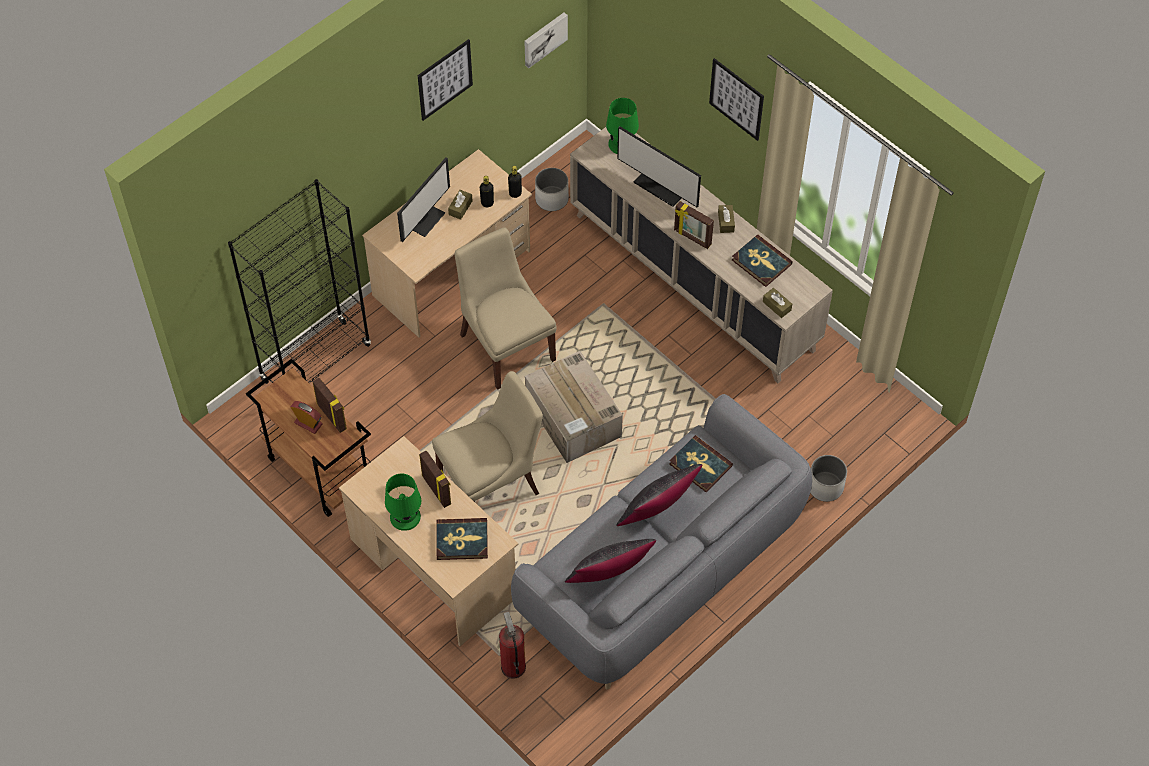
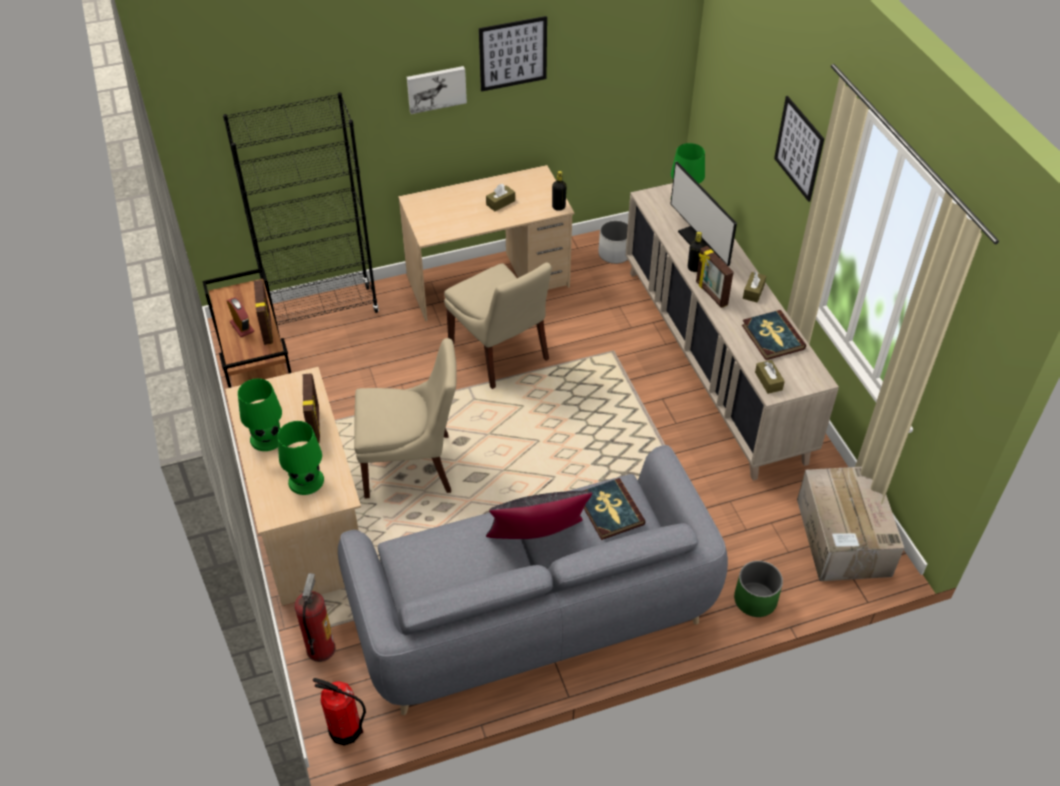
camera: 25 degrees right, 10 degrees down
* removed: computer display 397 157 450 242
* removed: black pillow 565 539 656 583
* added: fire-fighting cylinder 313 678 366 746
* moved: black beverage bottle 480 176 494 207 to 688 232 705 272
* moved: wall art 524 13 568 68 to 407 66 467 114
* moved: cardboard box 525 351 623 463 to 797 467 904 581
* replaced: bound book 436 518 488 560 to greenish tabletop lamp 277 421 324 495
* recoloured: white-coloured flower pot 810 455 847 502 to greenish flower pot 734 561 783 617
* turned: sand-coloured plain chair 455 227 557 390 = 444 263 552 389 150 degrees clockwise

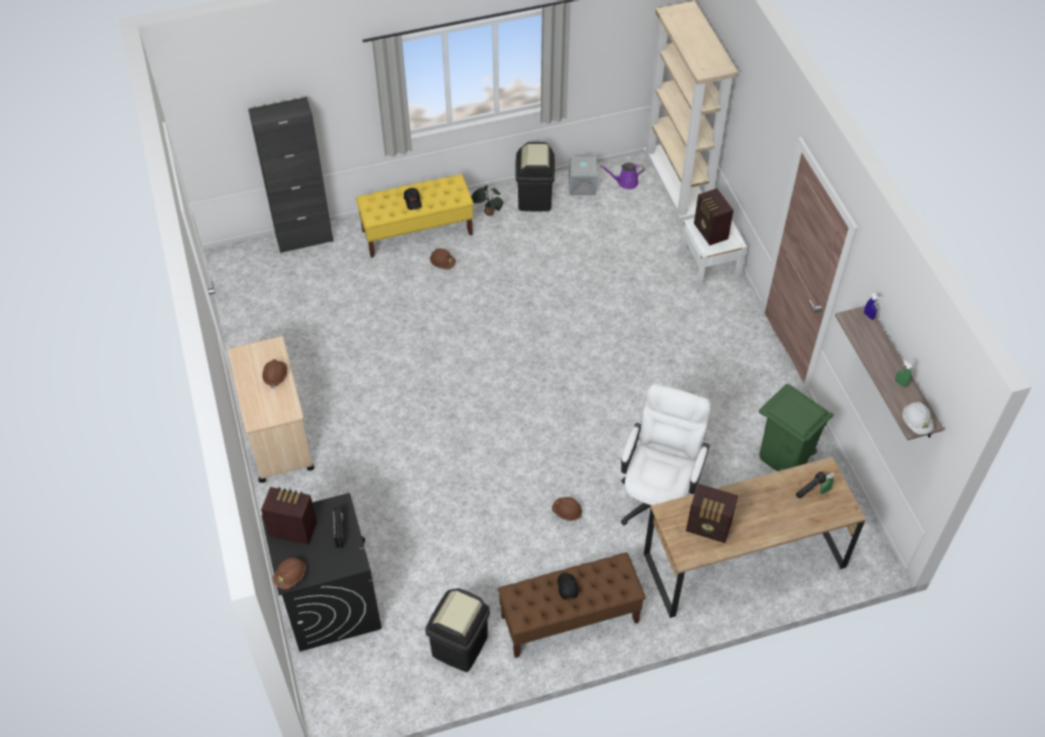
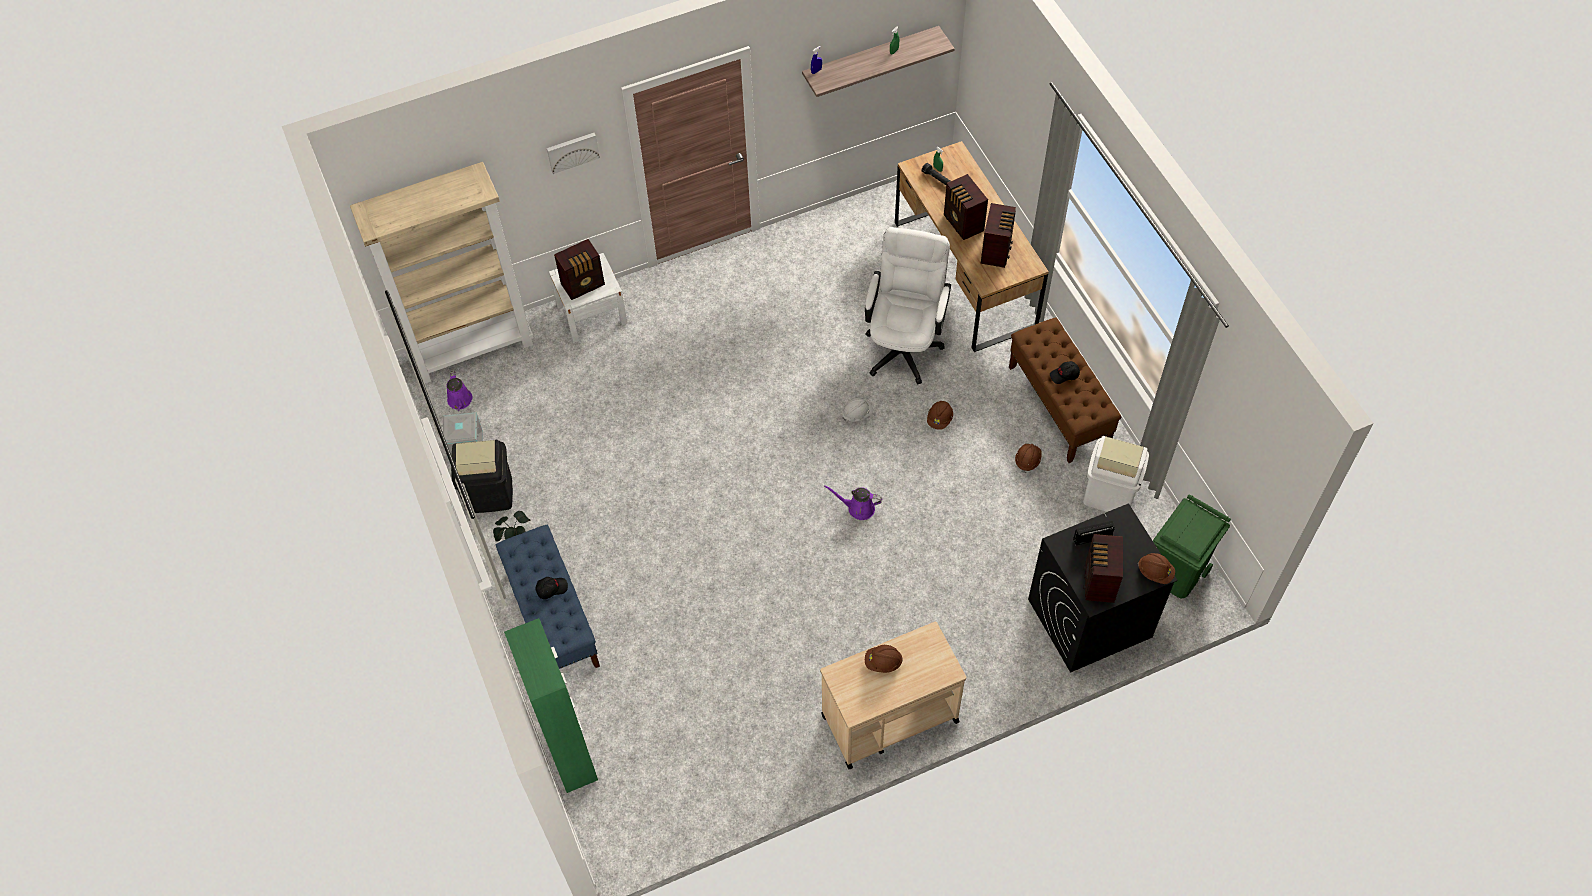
camera: 95 degrees left, 5 degrees up
* added: wall art 547 133 600 174
* added: purple-coloured sprinkling can 824 485 882 520
* added: radio receiver 944 174 988 240
* moved: brownish work helmet 430 249 456 270 to 1015 444 1042 473
* moved: greenish waste bin 759 384 834 471 to 1153 494 1231 598
* moved: white-coloured work helmet 902 402 934 434 to 842 398 873 422
* recoloured: black cupboard 248 97 334 253 to greenish cupboard 504 618 598 793
* recoloured: yellowish indoor bench 356 174 473 258 to bluish indoor bench 496 525 600 669
* recoloured: black waste bin 425 588 490 672 to white-coloured waste bin 1083 436 1149 512
* turned: white-coloured computer chair 621 384 712 526 = 865 227 951 385 90 degrees clockwise

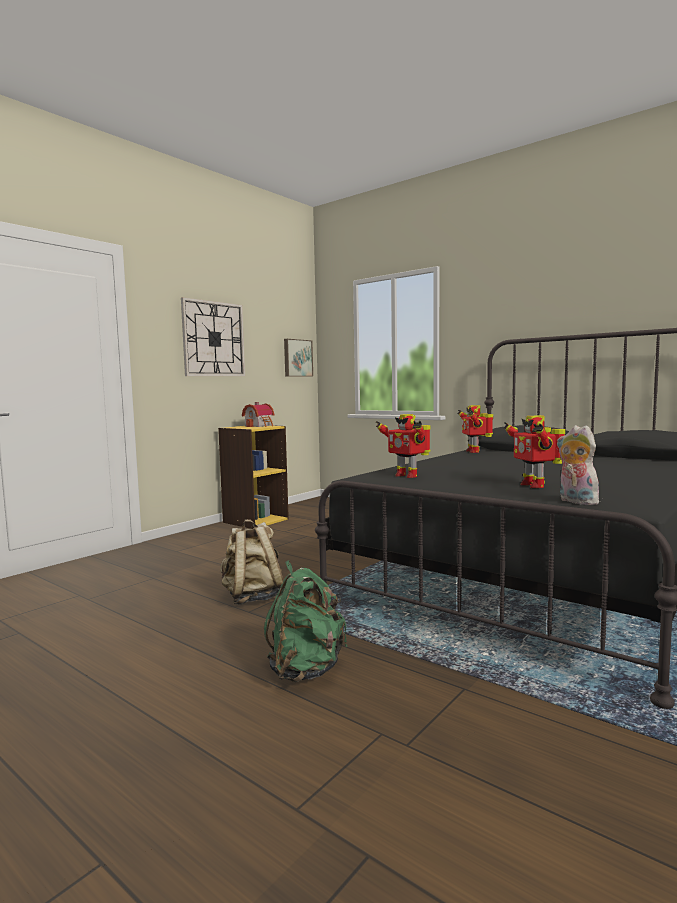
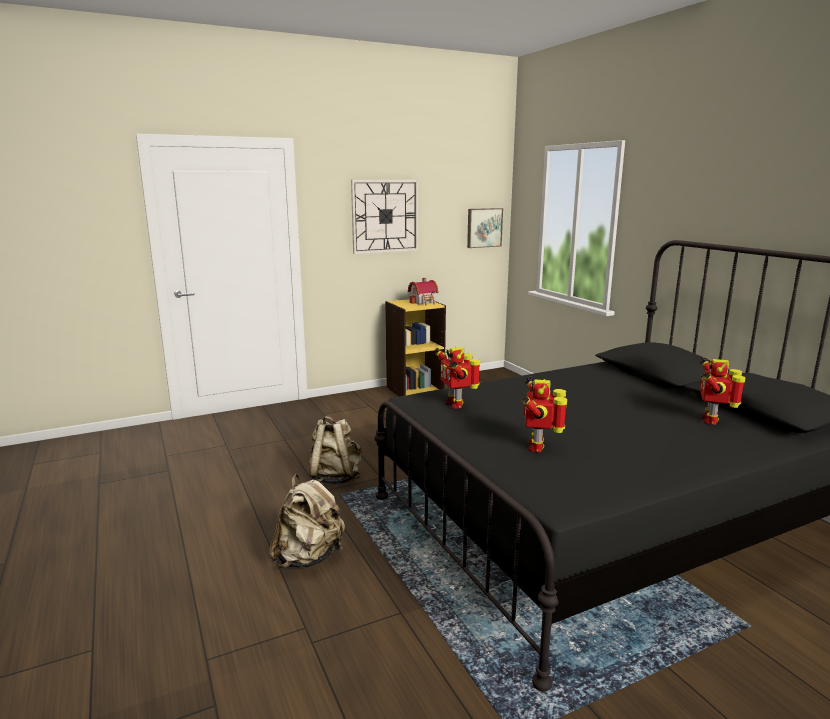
camera: 25 degrees right, 10 degrees up
* removed: soft toy 557 425 602 505
* moved: robot figure 458 405 493 453 to 700 358 745 425
* recoloured: greenish knapsack 264 560 348 682 to sand-coloured knapsack 269 474 345 568

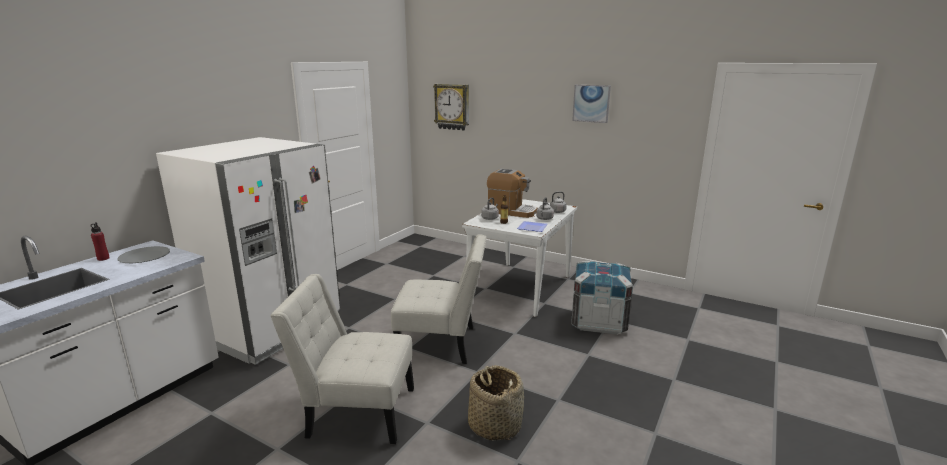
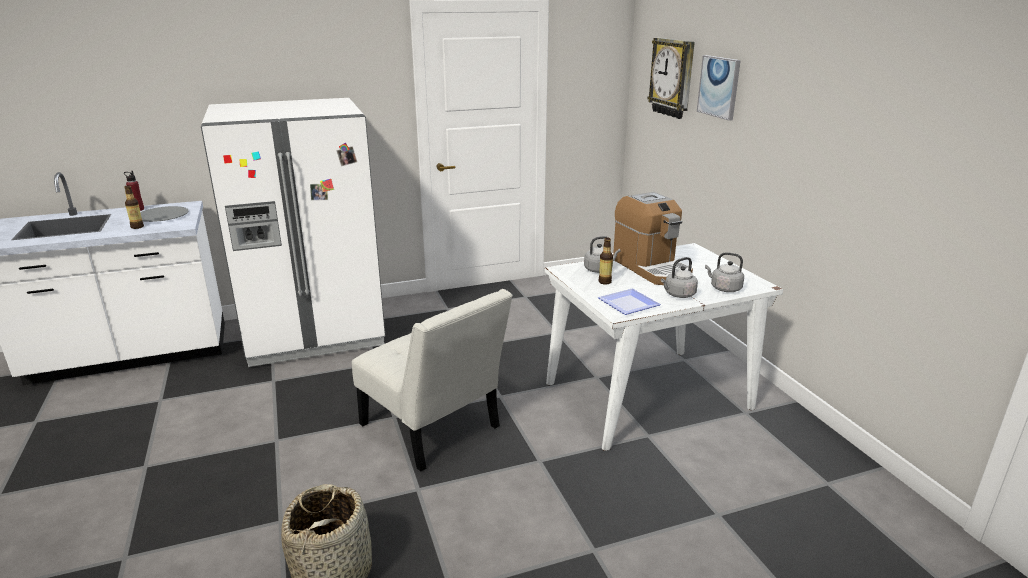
camera: 40 degrees right, 5 degrees up
* removed: white-coloured plain chair 270 274 414 444
* removed: shipping crate 571 261 633 335
* added: beverage bottle 125 185 144 229
* moved: wall art 572 85 611 123 to 697 55 741 121

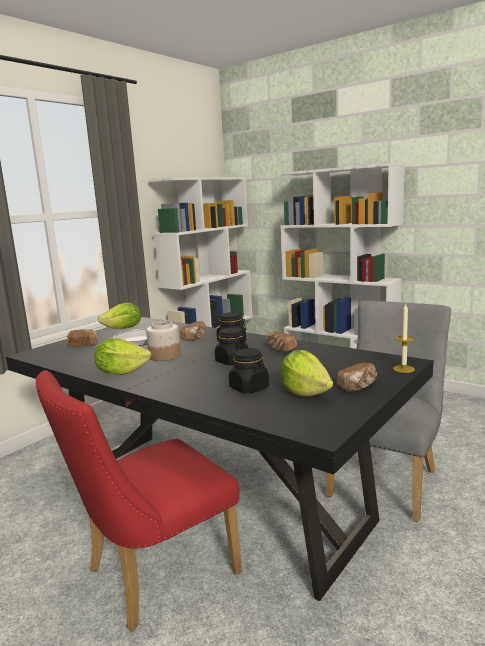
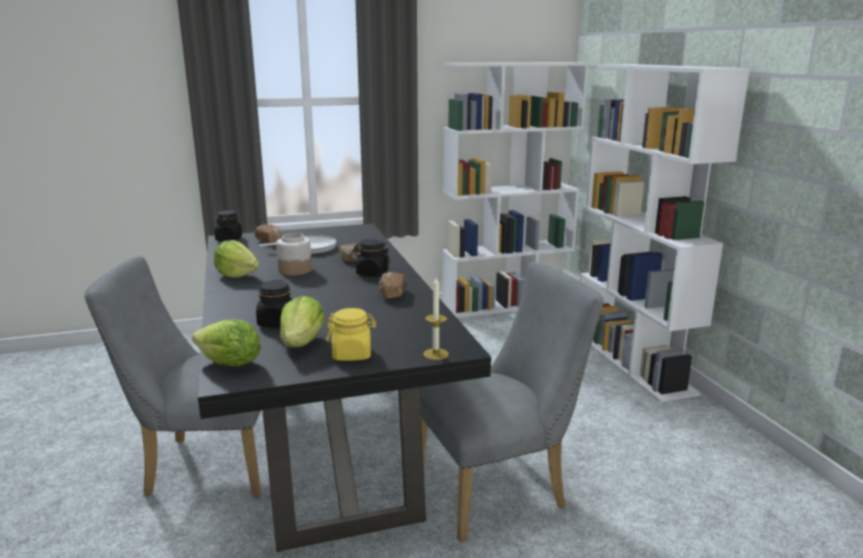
camera: 35 degrees right, 5 degrees up
* moved: lettuce 98 303 141 329 to 192 320 261 367
* moved: black jar 215 327 248 365 to 214 210 242 241
* replaced: bakery bread 337 363 377 392 to yellowish jar 326 308 376 361
* recoloured: red plain chair 36 370 242 631 to gray plain chair 84 256 261 498

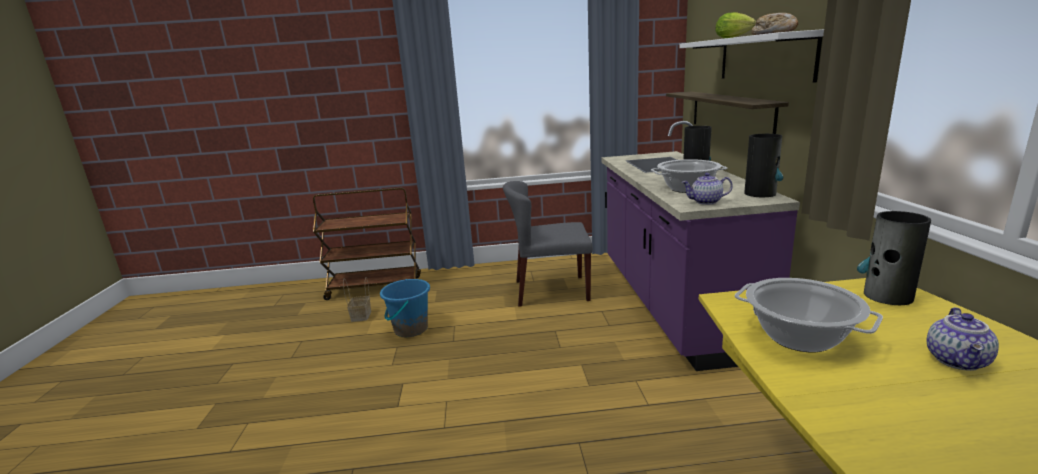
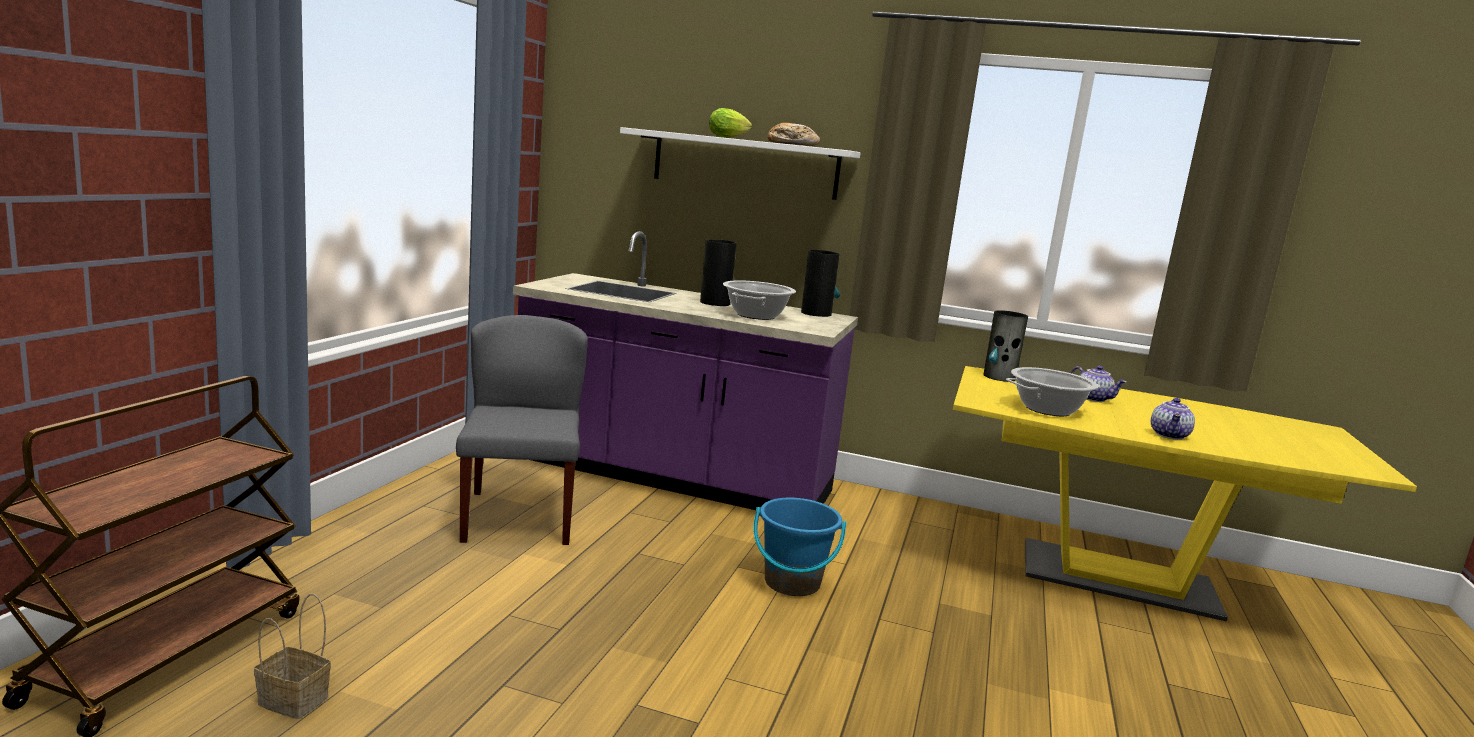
camera: 70 degrees left, 5 degrees down
* removed: wall shelf 666 92 789 134
* moved: bluish pail 380 279 430 337 to 753 498 847 596
* moved: pot for tea 682 173 733 205 to 1151 398 1195 440
* turned: gray plain chair 503 181 593 307 = 456 315 588 545 150 degrees clockwise

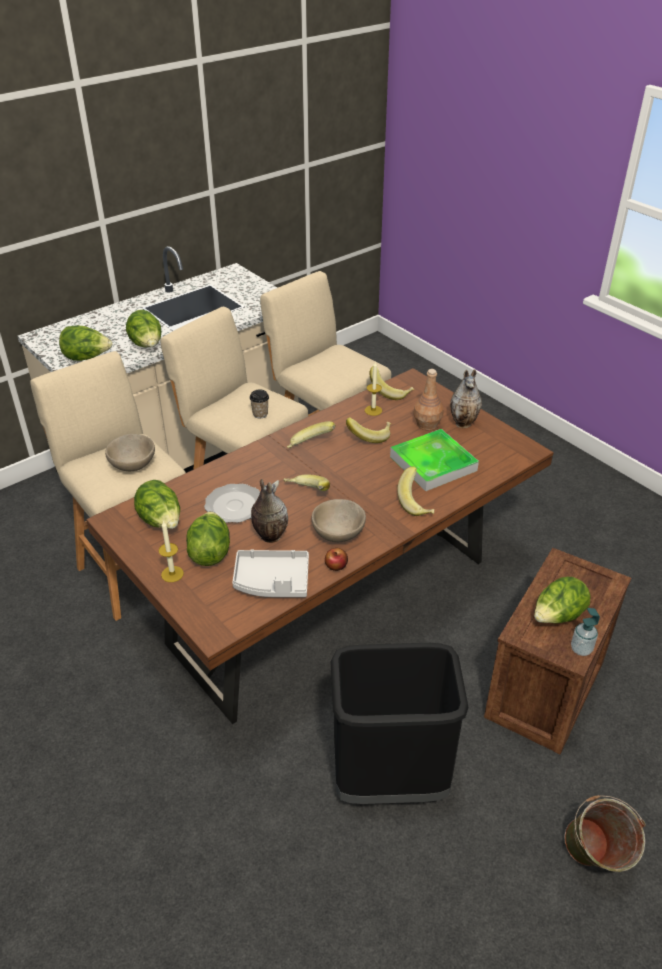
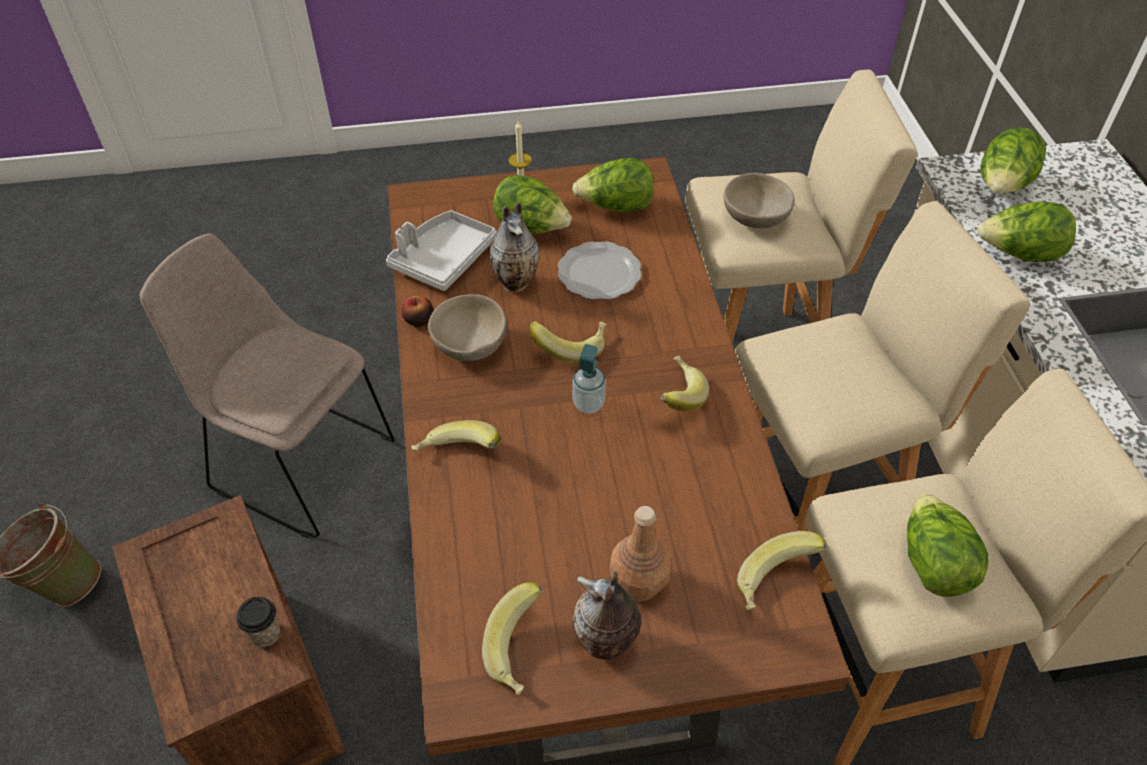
camera: 120 degrees right, 10 degrees up
* removed: wax candle 365 362 382 416
* removed: serving tray 390 429 479 491
* moved: cup 250 389 269 418 to 236 597 280 647
* moved: banana fruit 346 417 392 443 to 482 582 542 695
* moved: lettuce 534 577 590 623 to 907 494 988 597
* moved: soap dispenser 571 608 600 656 to 573 344 606 414
* replaced: black waste bin 331 643 468 804 to sand-coloured plain chair 140 233 395 538

